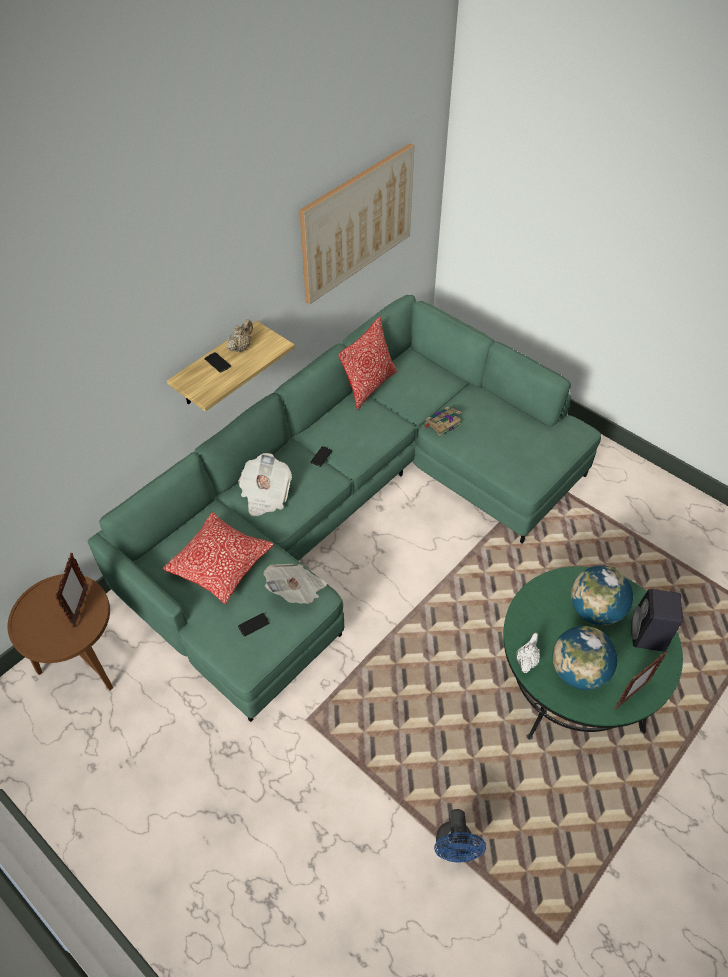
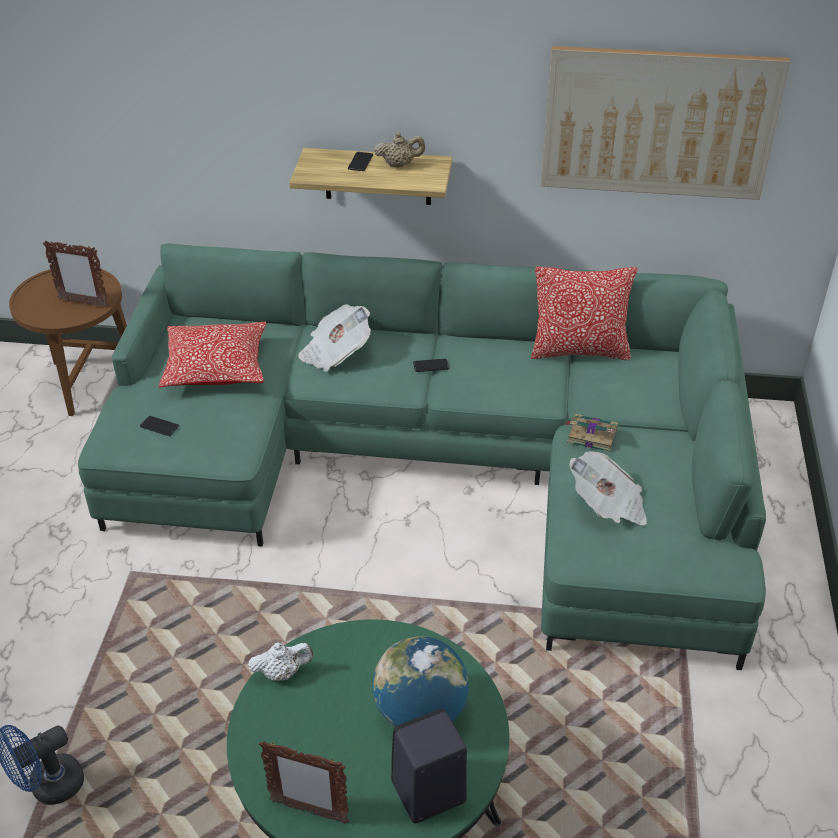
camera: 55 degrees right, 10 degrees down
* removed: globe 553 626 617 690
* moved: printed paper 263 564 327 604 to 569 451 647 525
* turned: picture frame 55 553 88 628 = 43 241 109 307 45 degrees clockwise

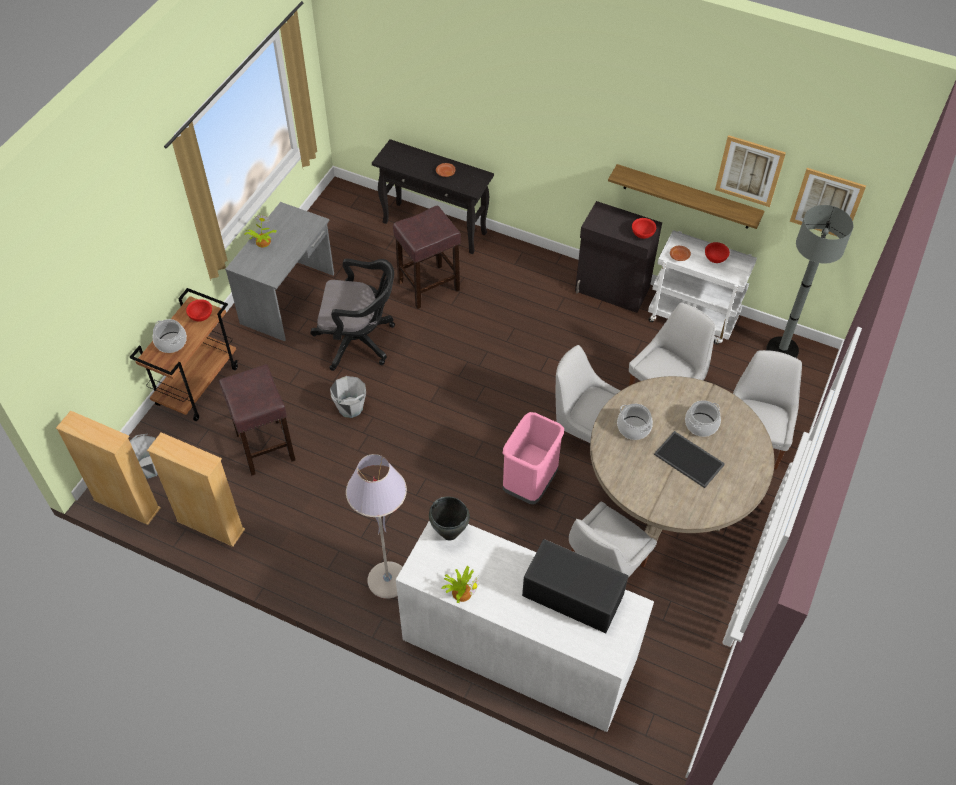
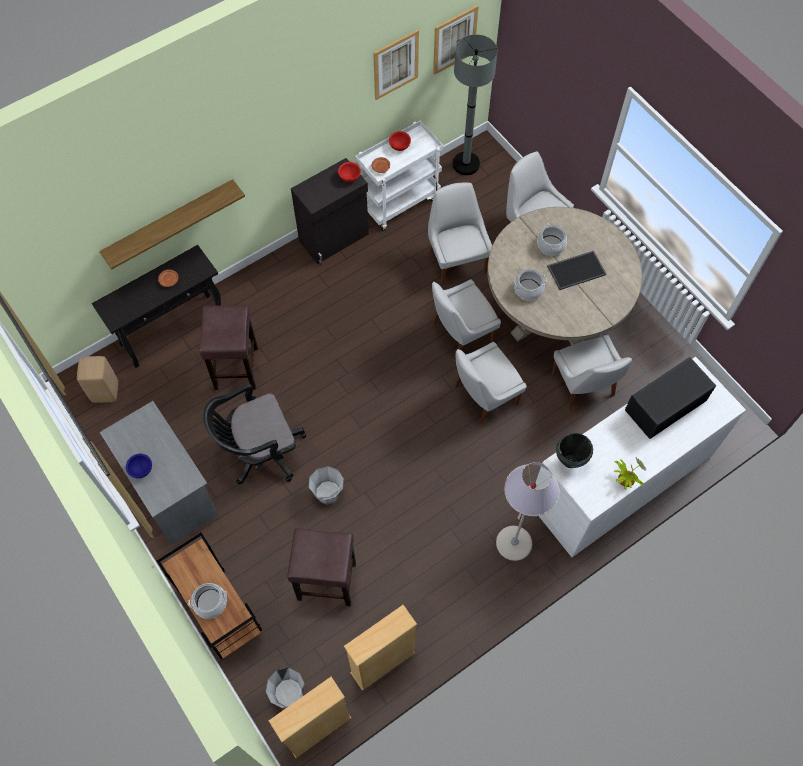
camera: 60 degrees left, 10 degrees up
* removed: red serving bowl 186 299 212 321
* added: sand-coloured stool seat 77 356 118 403
* moved: wall shelf 608 164 764 229 to 99 179 245 270
* replaced: plant in a pot 244 214 276 247 to bluish serving bowl 126 454 152 478
* replaced: pink waste bin 503 412 564 504 to white-coloured plain chair 455 342 527 425
* turned: black computer chair 310 259 395 371 = 203 384 306 484 150 degrees counterclockwise

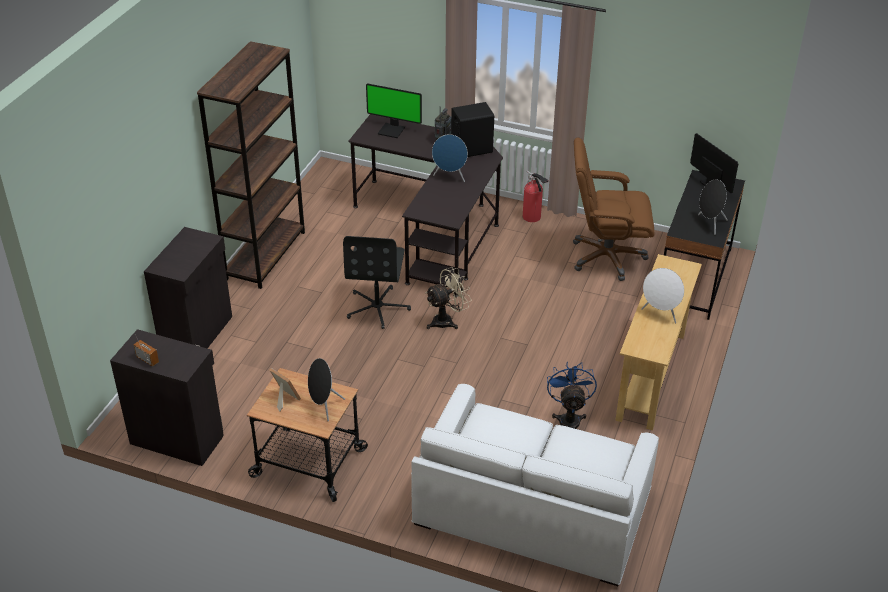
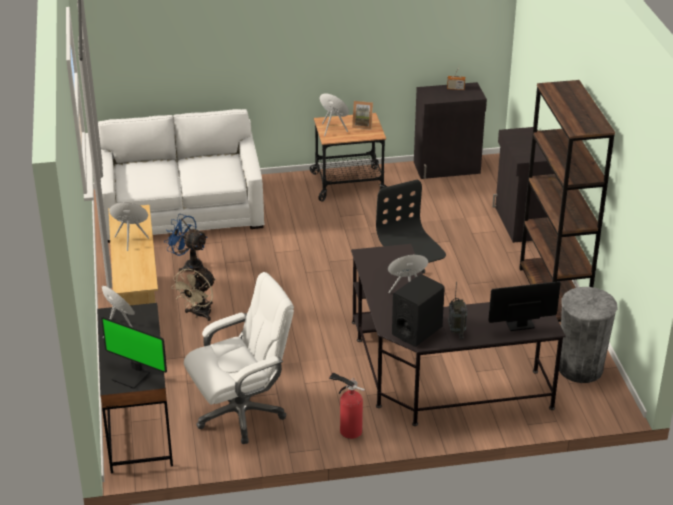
camera: 150 degrees right, 5 degrees down
* added: gray waste bin 559 287 618 383
* moved: sand-coloured cooling fan 426 267 472 329 to 171 268 216 321
* recoloured: brownish computer chair 573 137 654 281 to white-coloured computer chair 184 272 294 444
* turned: bluish cooling fan 547 362 597 429 = 165 214 208 272 150 degrees clockwise

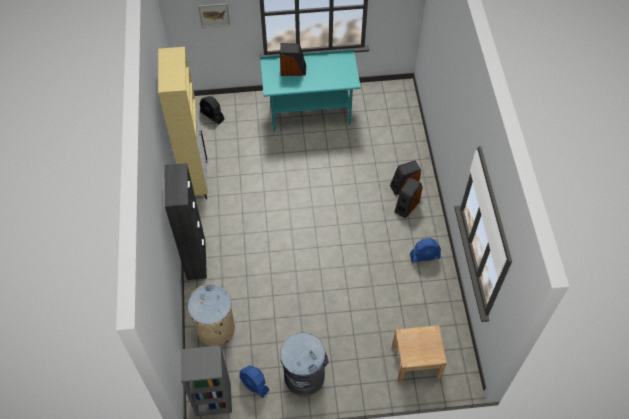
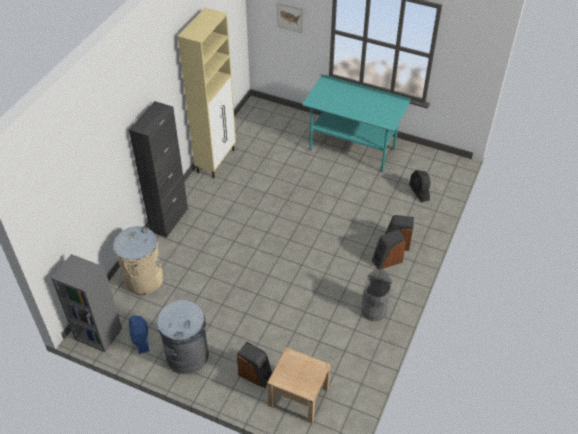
camera: 30 degrees right, 10 degrees down
* moved: black cooling fan 199 96 224 124 to 409 170 431 203
* moved: loudspeaker 280 43 306 76 to 237 342 272 388
* replaced: bluish cooling fan 410 238 441 262 to gray waste bin 361 269 392 321

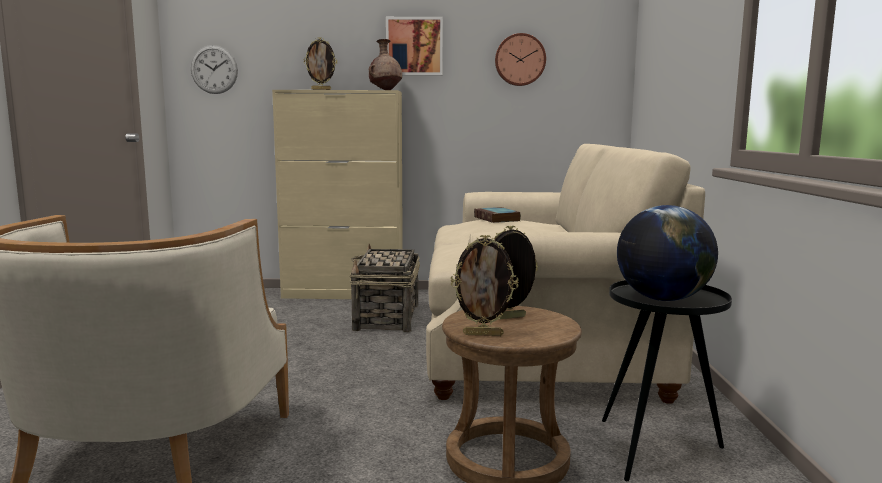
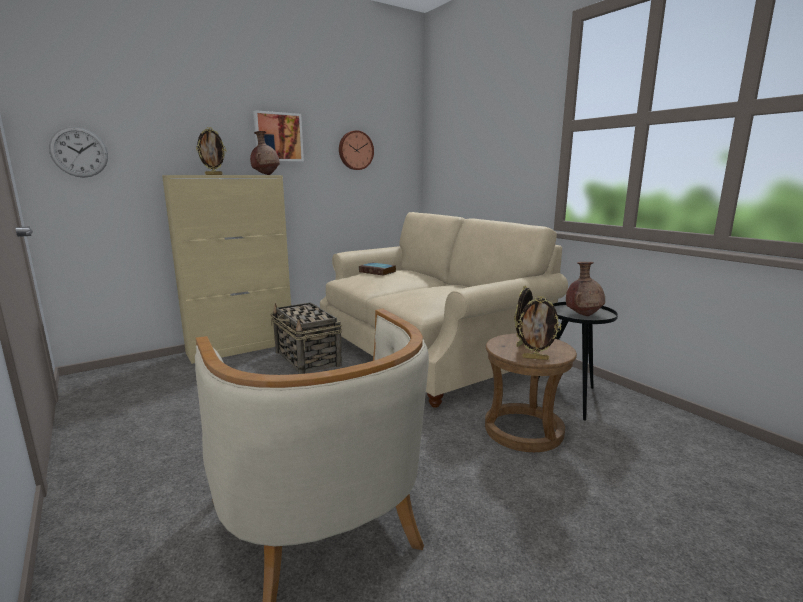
camera: 35 degrees left, 5 degrees up
* replaced: globe 617 205 718 301 to brownish flower vase 566 262 605 316
* turned: picture frame 450 235 519 336 = 516 296 561 360 45 degrees clockwise

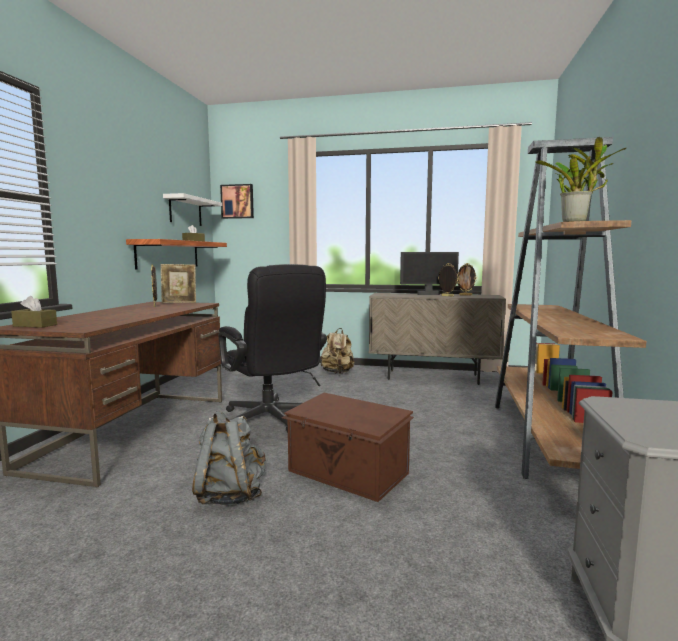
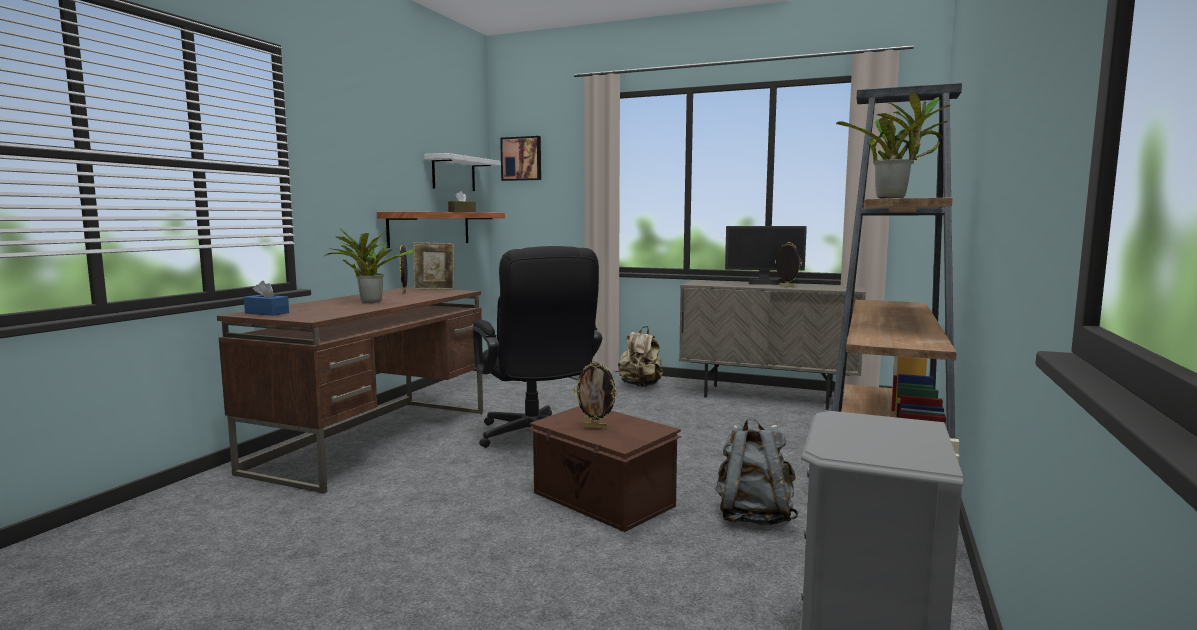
camera: 10 degrees right, 0 degrees up
* added: plant in a pot 325 228 415 303
* moved: gray knapsack 192 411 265 506 to 715 417 798 525
* moved: picture frame 457 263 477 295 to 574 361 618 429
* recoloured: brownish tissue holder 11 296 57 328 to bluish tissue holder 244 281 289 316

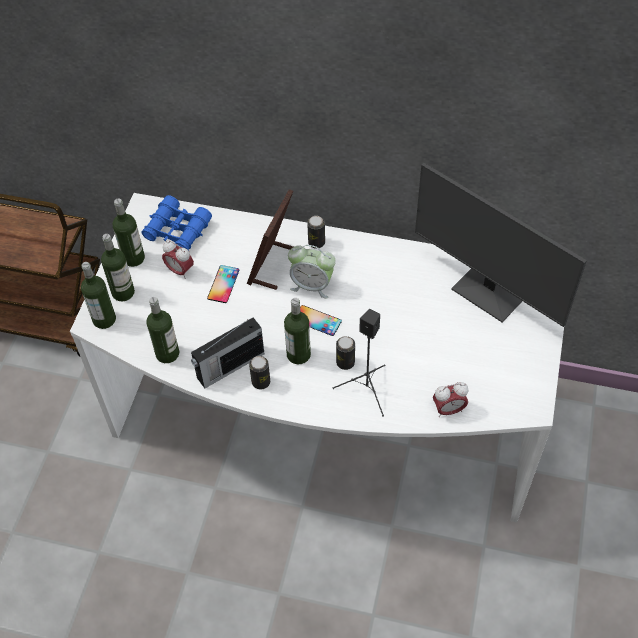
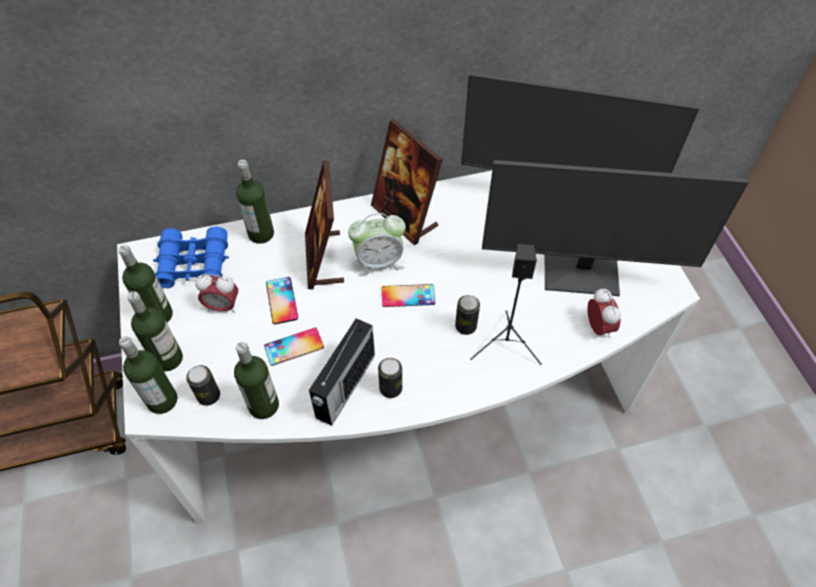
camera: 30 degrees left, 0 degrees up
* added: phone 264 327 324 366
* added: picture frame 371 119 443 245
* added: computer display 482 160 749 296
* moved: beverage bottle 284 298 311 364 to 236 160 274 244
* moved: metal can 307 216 325 249 to 186 365 220 406
* turned: bedside clock 433 382 469 417 = 587 288 621 338 60 degrees counterclockwise

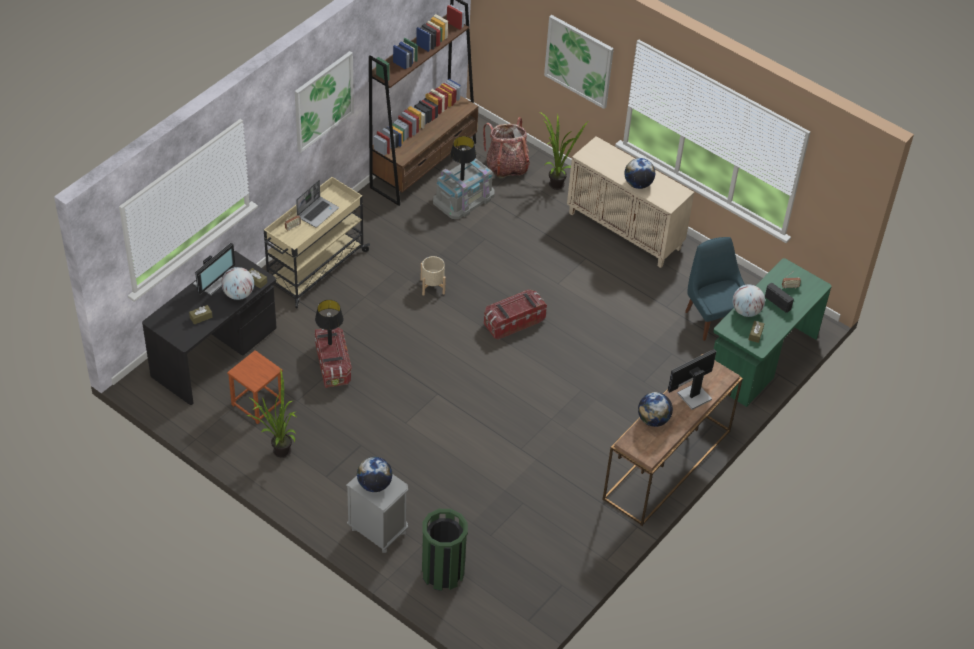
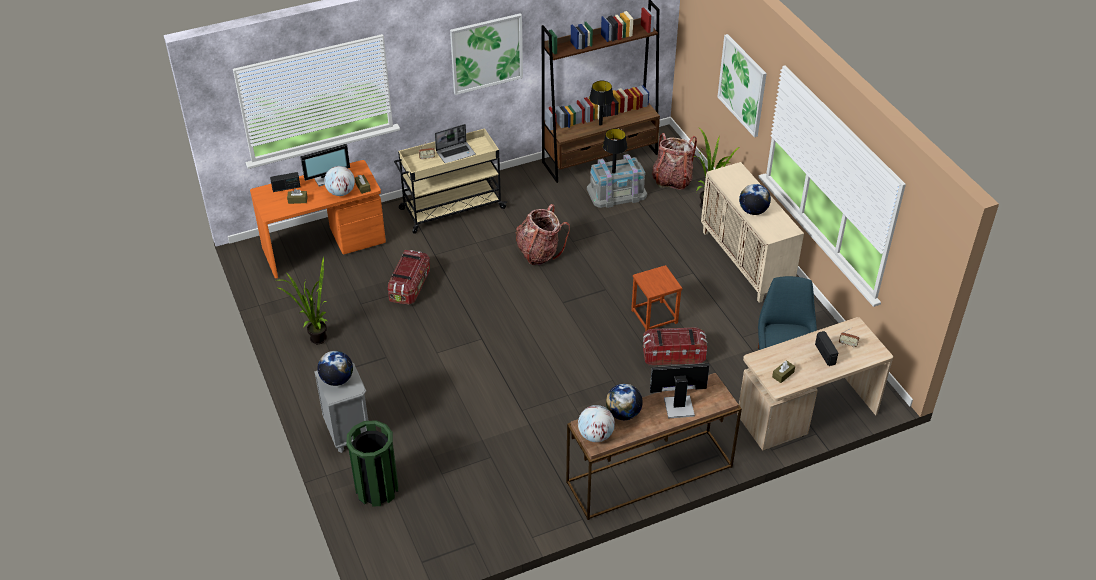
camera: 30 degrees right, 5 degrees down
* added: radio receiver 270 172 301 192
* moved: brownish stool seat 227 350 283 424 to 631 265 682 332
* moved: black tabletop lamp 315 300 344 345 to 589 81 614 126
* moved: storage box 484 290 547 340 to 643 327 707 365
* moved: globe 733 285 765 317 to 578 405 615 442
* replaced: sand-coloured flower pot 420 256 446 296 to knapsack 516 204 570 265
* recoloured: black desk 142 251 277 405 to orangey desk 250 160 386 278
* recoloured: greenish desk 713 258 832 407 to sand-coloured desk 737 317 893 451

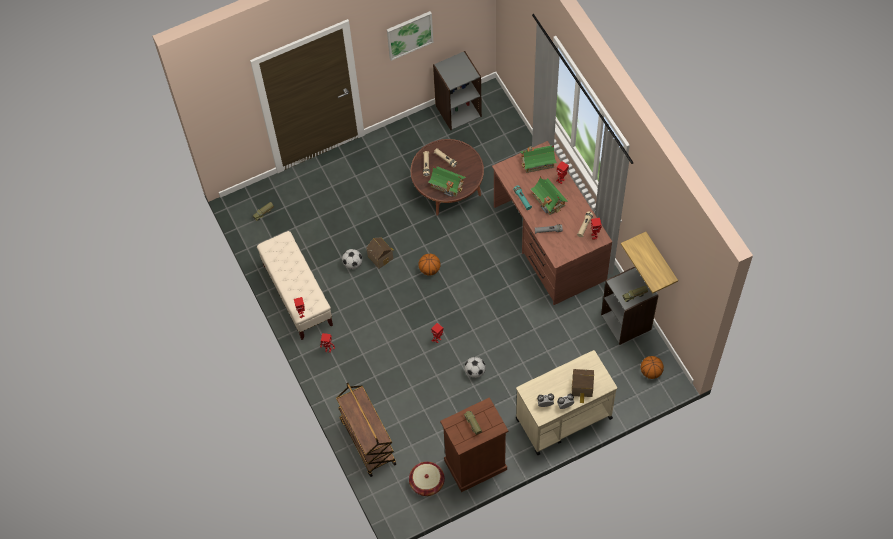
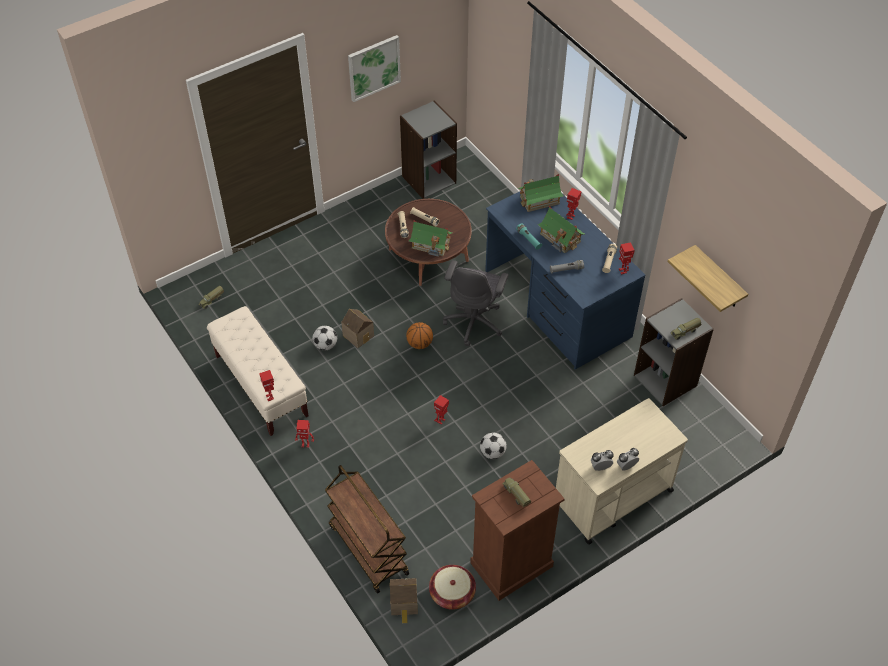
camera: 10 degrees left, 10 degrees down
* removed: basketball 641 356 664 379
* added: gray computer chair 443 260 509 346
* moved: miniature house 572 369 594 403 to 390 578 418 623
* recoloured: brownish desk 492 141 612 305 to bluish desk 485 178 645 370

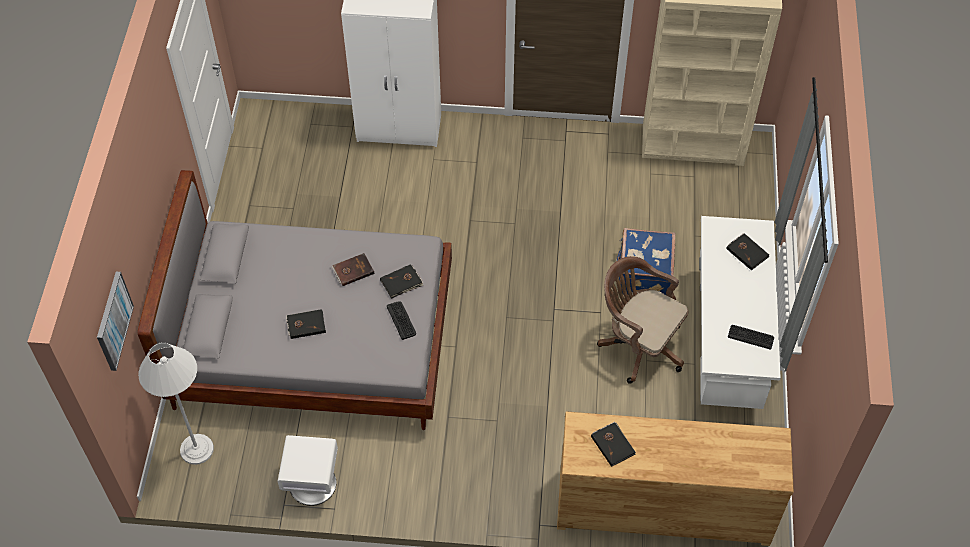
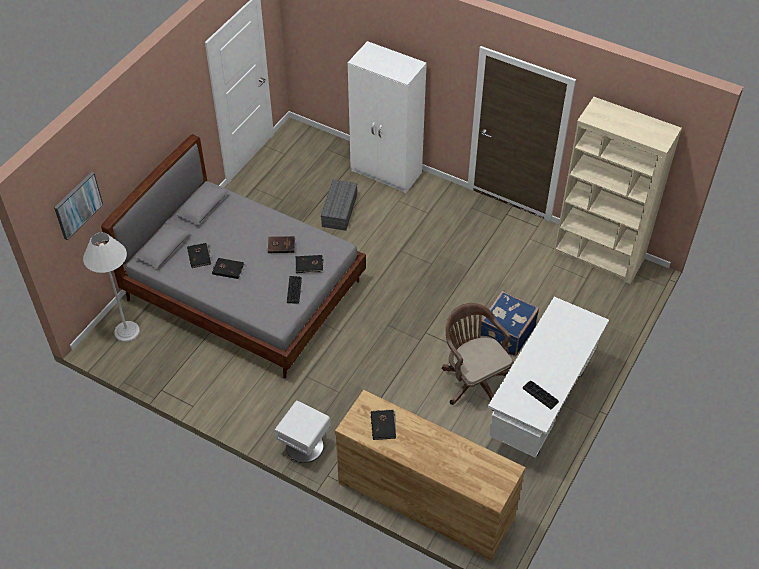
camera: 25 degrees right, 5 degrees down
* added: gray storage box 321 180 357 231
* moved: white-coloured bedside table 277 435 338 506 to 274 401 331 463
* moved: black bound book 726 233 769 270 to 187 242 211 268

